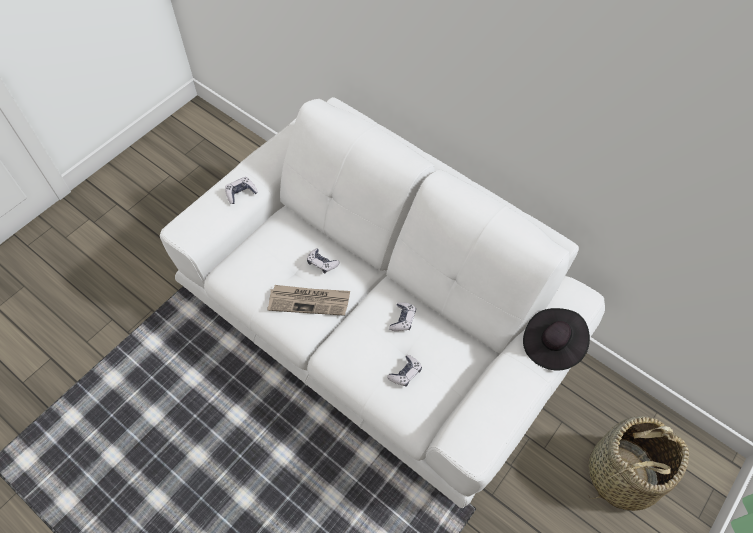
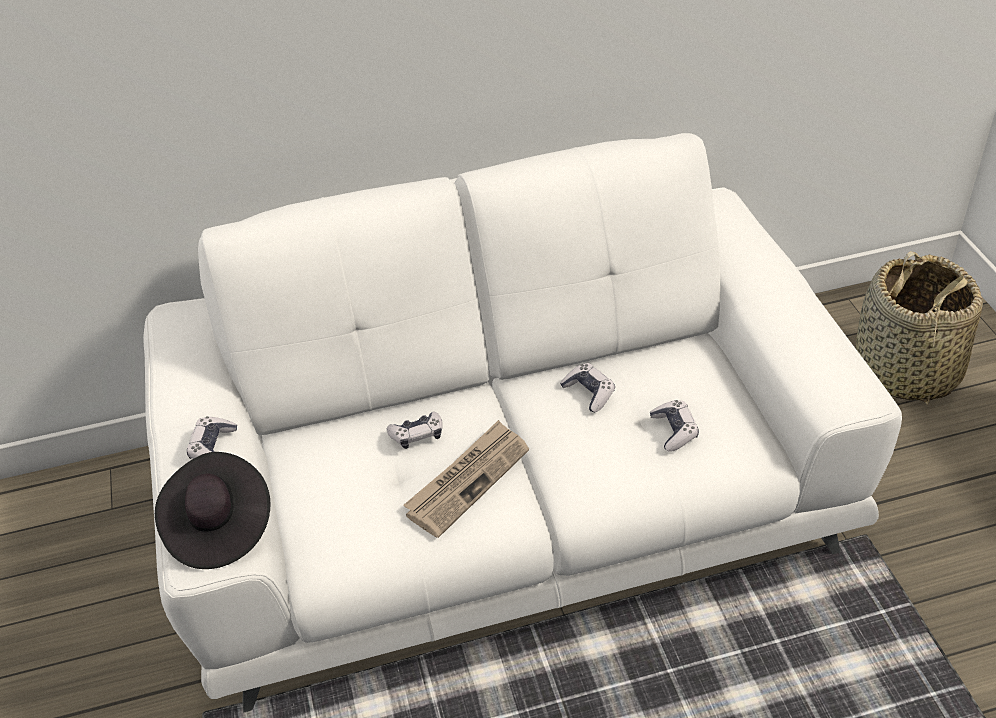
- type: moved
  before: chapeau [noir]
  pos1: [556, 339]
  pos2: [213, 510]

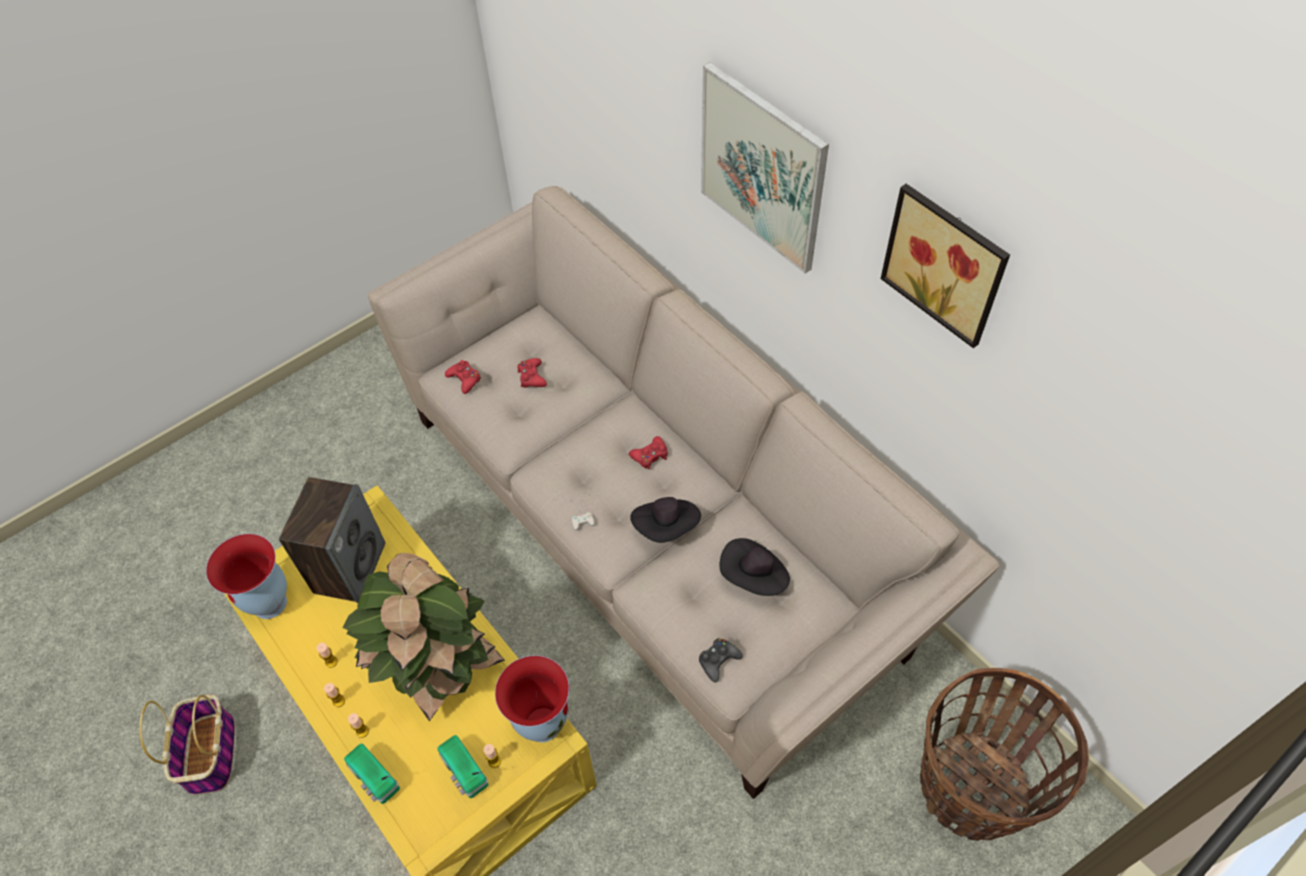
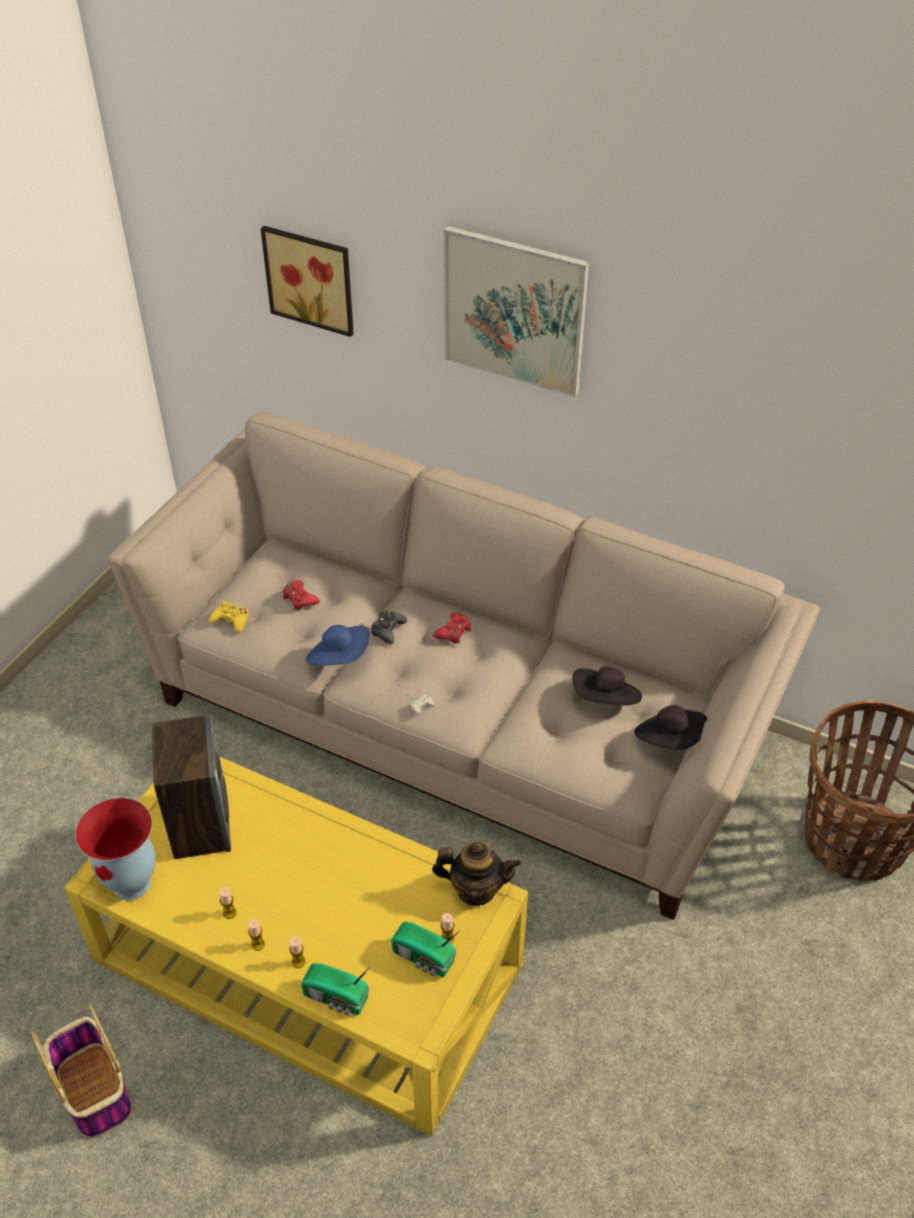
- type: recoloured
  before: manette [rouge]
  after: manette [jaune]
  pos1: [463, 377]
  pos2: [229, 617]
- type: moved
  before: tableau
  pos1: [945, 266]
  pos2: [307, 281]
- type: added
  after: chapeau [bleu]
  pos2: [338, 645]
- type: moved
  before: manette [noir]
  pos1: [721, 660]
  pos2: [389, 627]
- type: replaced
  before: vase
  after: théière
  pos1: [532, 699]
  pos2: [476, 873]
- type: moved
  before: chapeau [noir]
  pos1: [665, 520]
  pos2: [671, 727]
- type: removed
  before: plante en pot
  pos1: [423, 637]

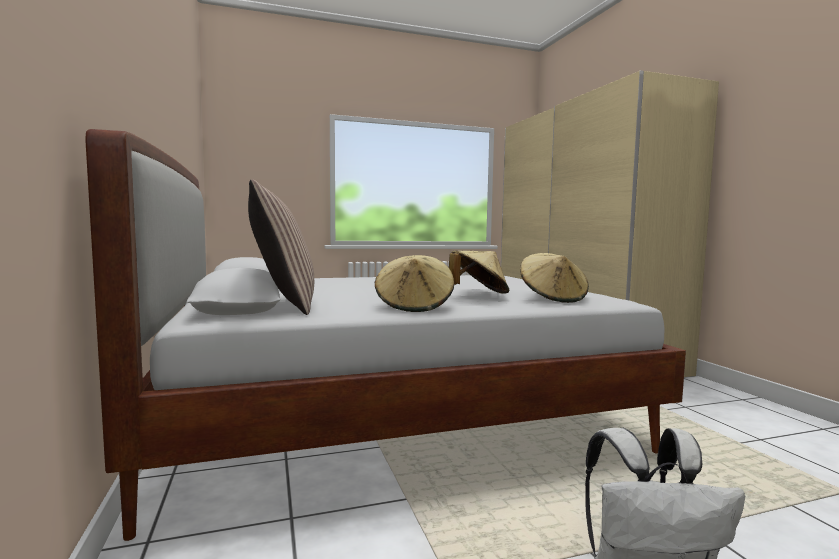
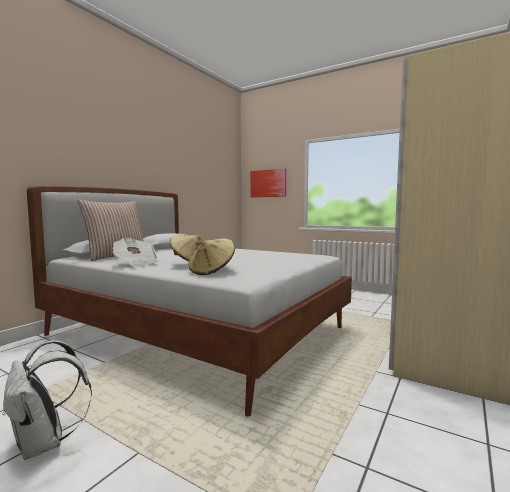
- type: replaced
  before: chapeau [beige]
  after: journal
  pos1: [414, 283]
  pos2: [135, 253]
- type: added
  after: tableau
  pos2: [268, 183]

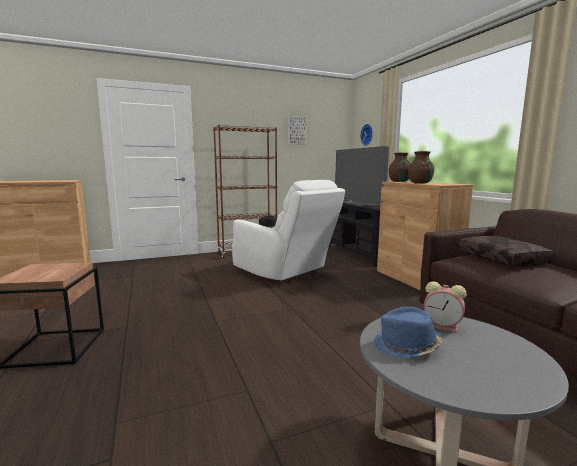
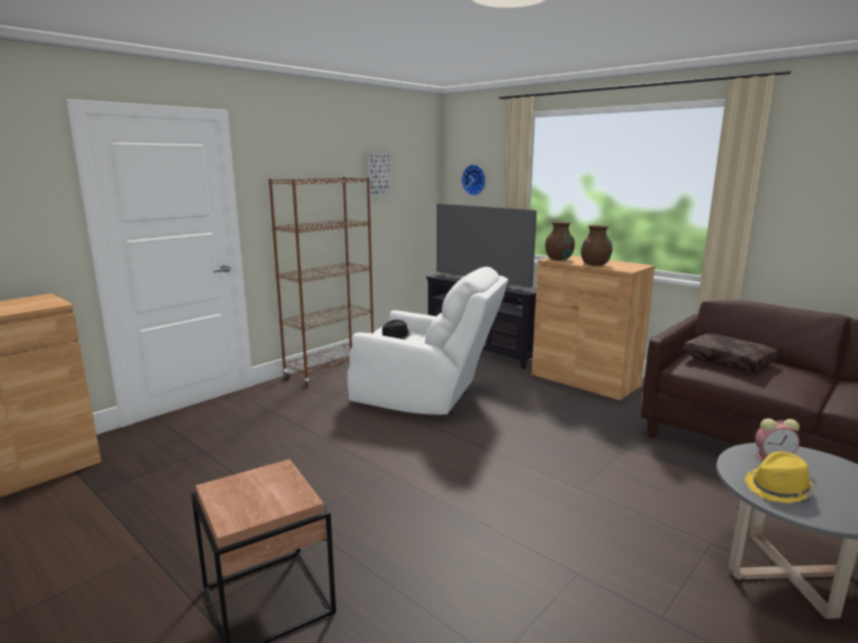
- type: recoloured
  before: chapeau [bleu]
  after: chapeau [jaune]
  pos1: [408, 332]
  pos2: [779, 477]

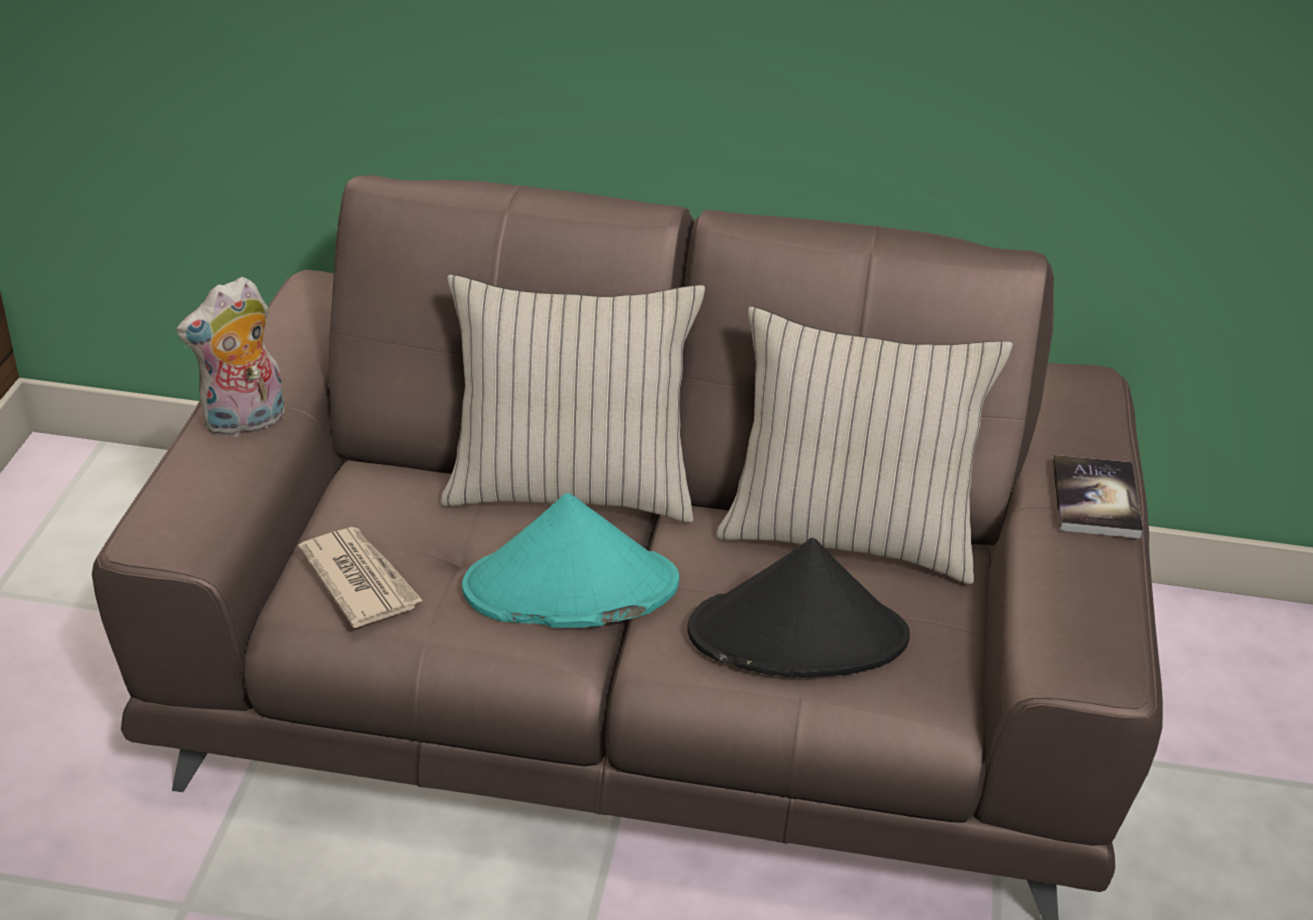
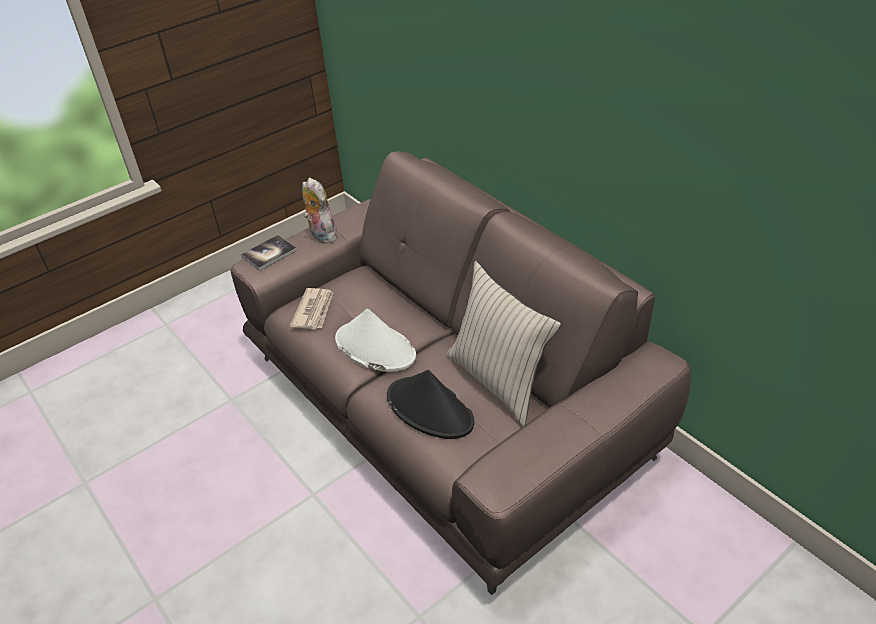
- type: moved
  before: livre
  pos1: [1098, 497]
  pos2: [269, 253]
- type: turned
  before: peluche
  pos1: [230, 357]
  pos2: [319, 211]
  turn: 45
- type: recoloured
  before: chapeau [turquoise]
  after: chapeau [blanc]
  pos1: [570, 560]
  pos2: [375, 340]
- type: removed
  before: coussin [beige]
  pos1: [573, 398]

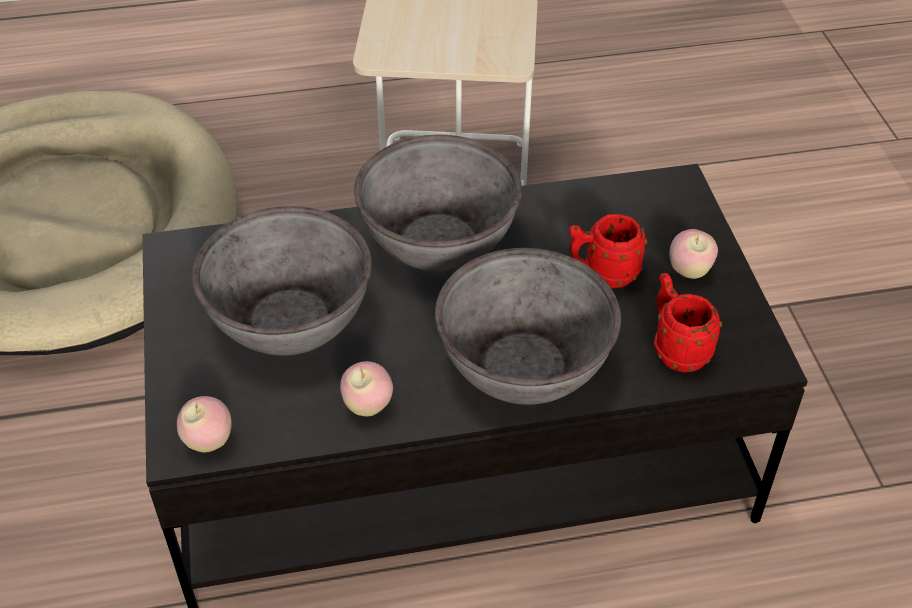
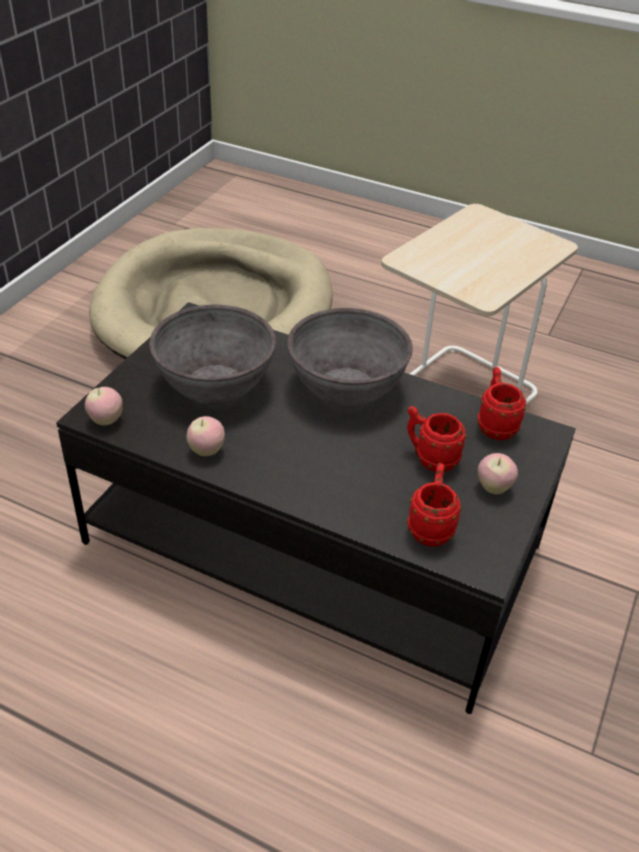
- type: added
  after: mug [rouge]
  pos2: [501, 403]
- type: removed
  before: bol [gris]
  pos1: [528, 326]

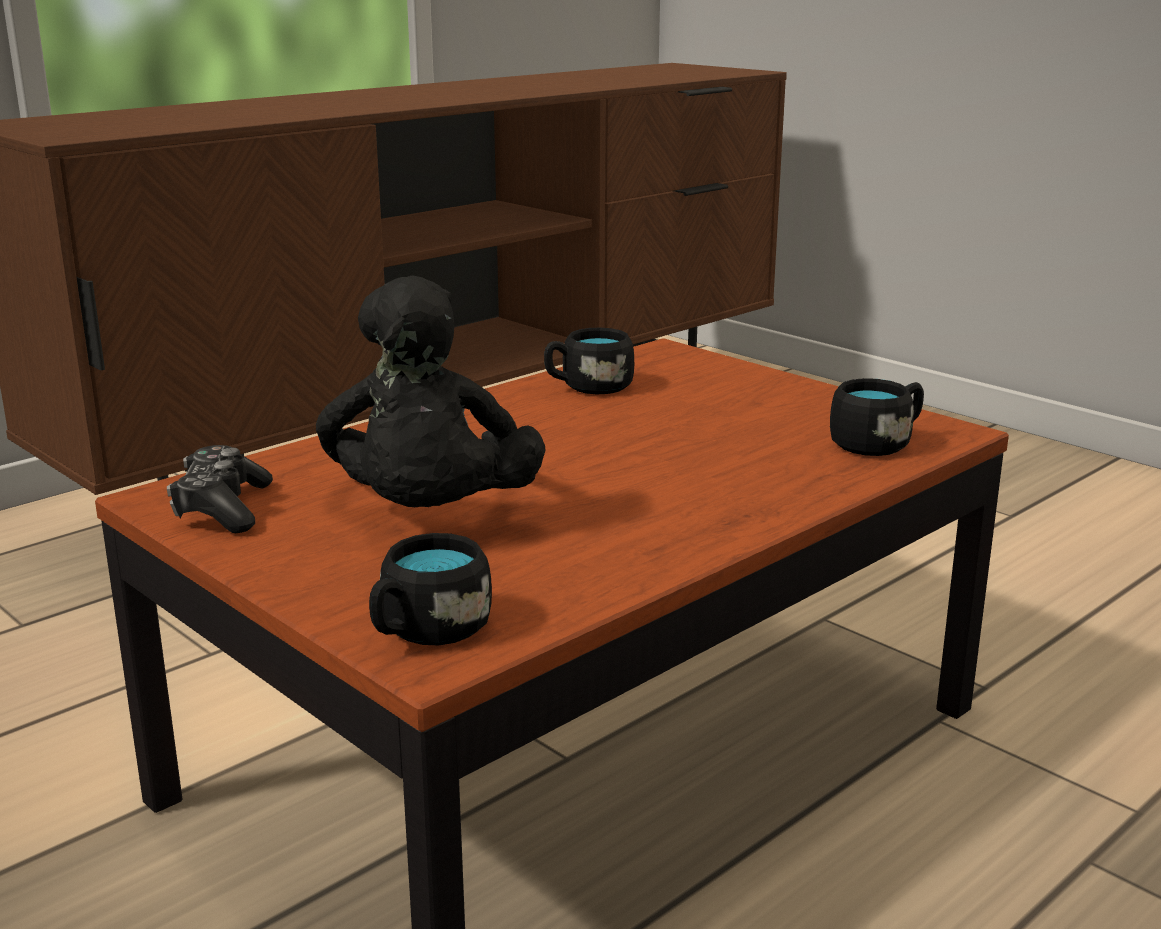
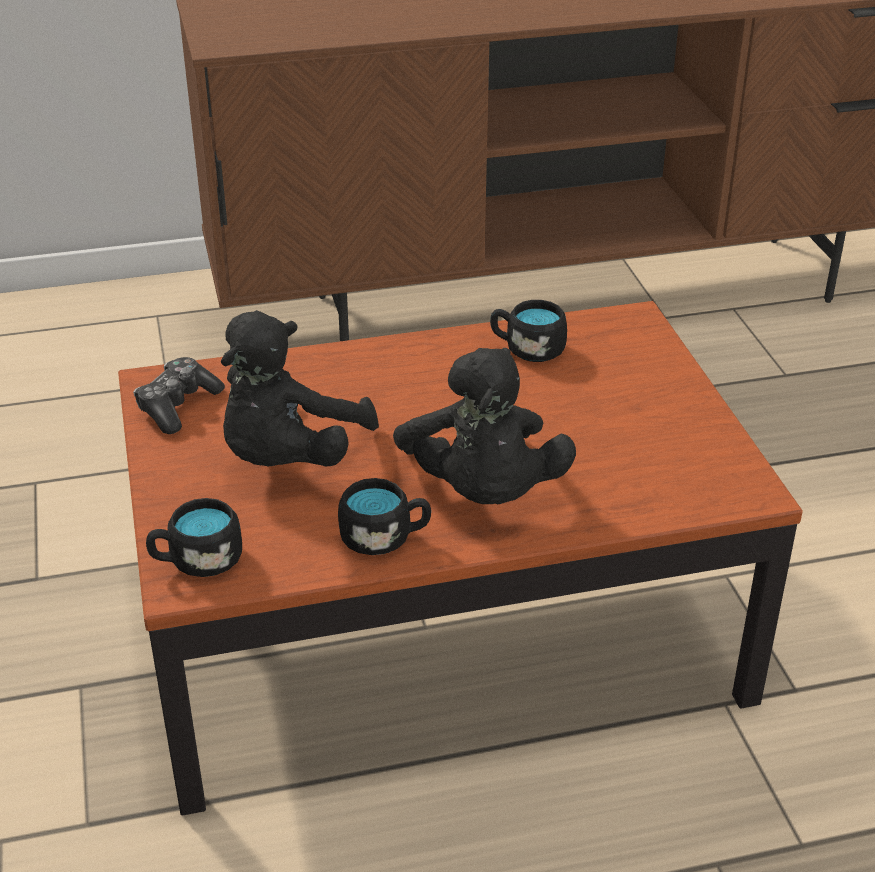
- type: moved
  before: mug [noir]
  pos1: [877, 417]
  pos2: [384, 516]
- type: added
  after: peluche [noir]
  pos2: [484, 426]

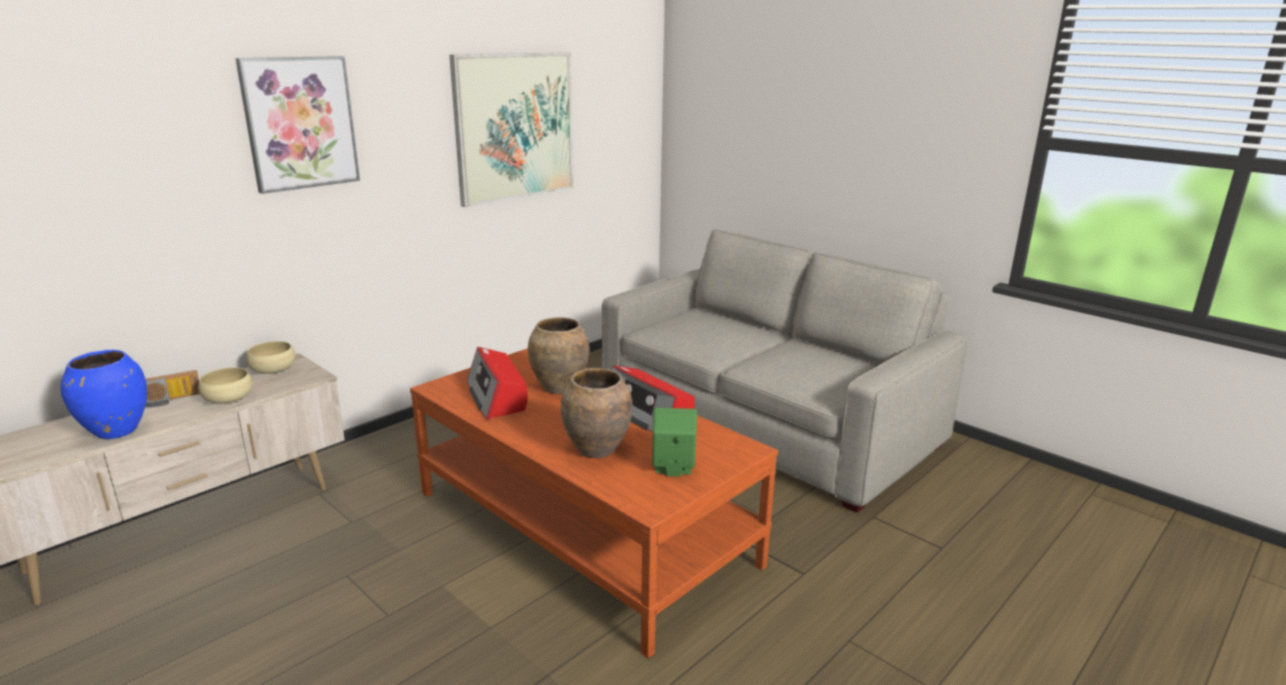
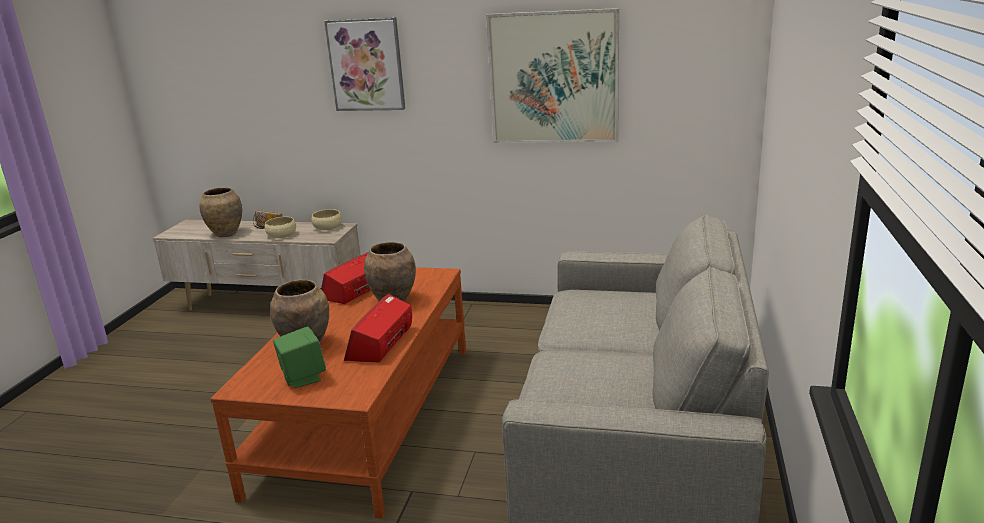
- type: recoloured
  before: vase [bleu]
  after: vase [marron]
  pos1: [104, 394]
  pos2: [221, 212]

